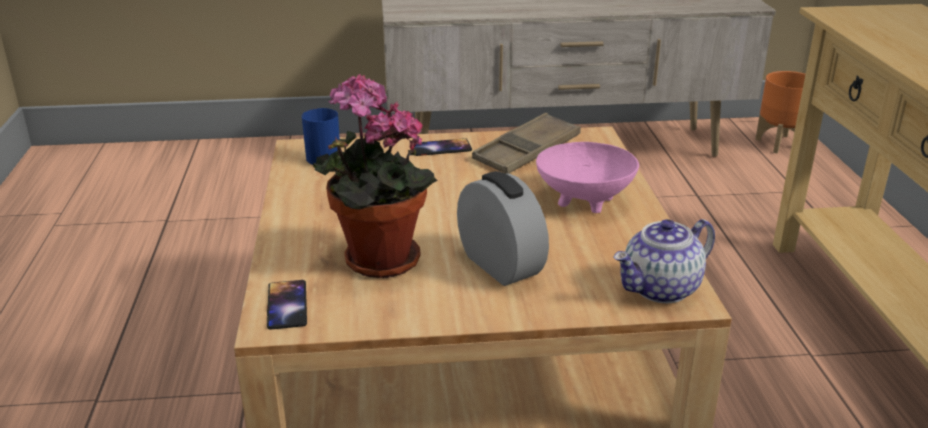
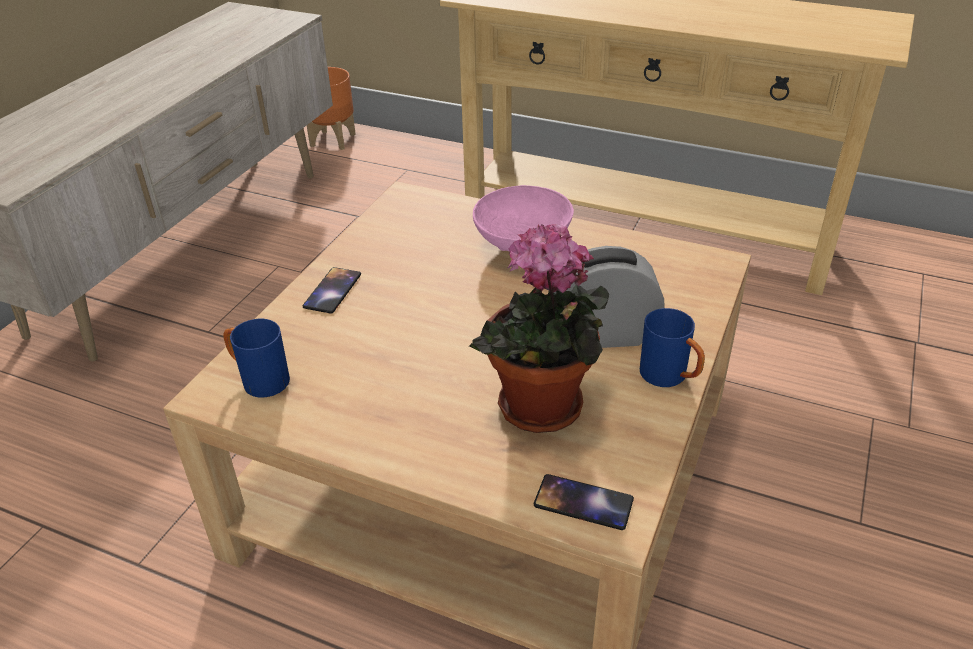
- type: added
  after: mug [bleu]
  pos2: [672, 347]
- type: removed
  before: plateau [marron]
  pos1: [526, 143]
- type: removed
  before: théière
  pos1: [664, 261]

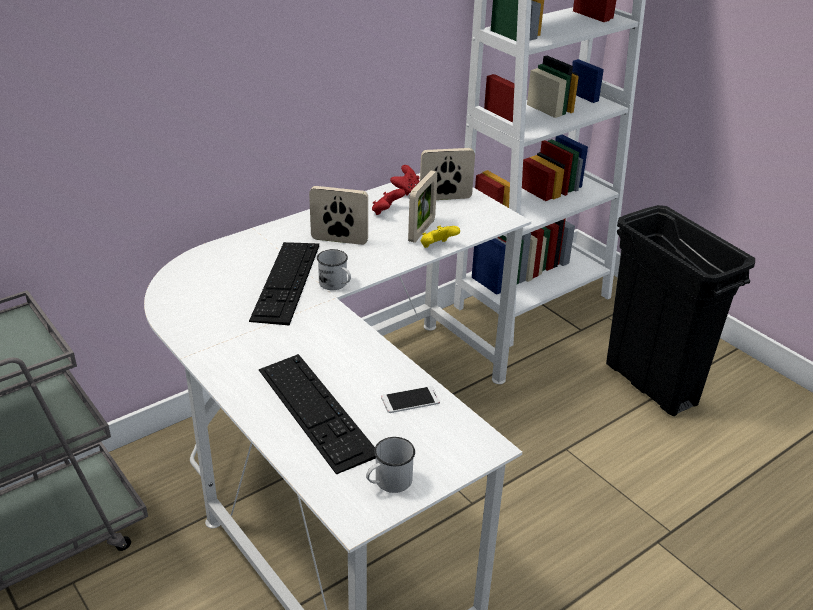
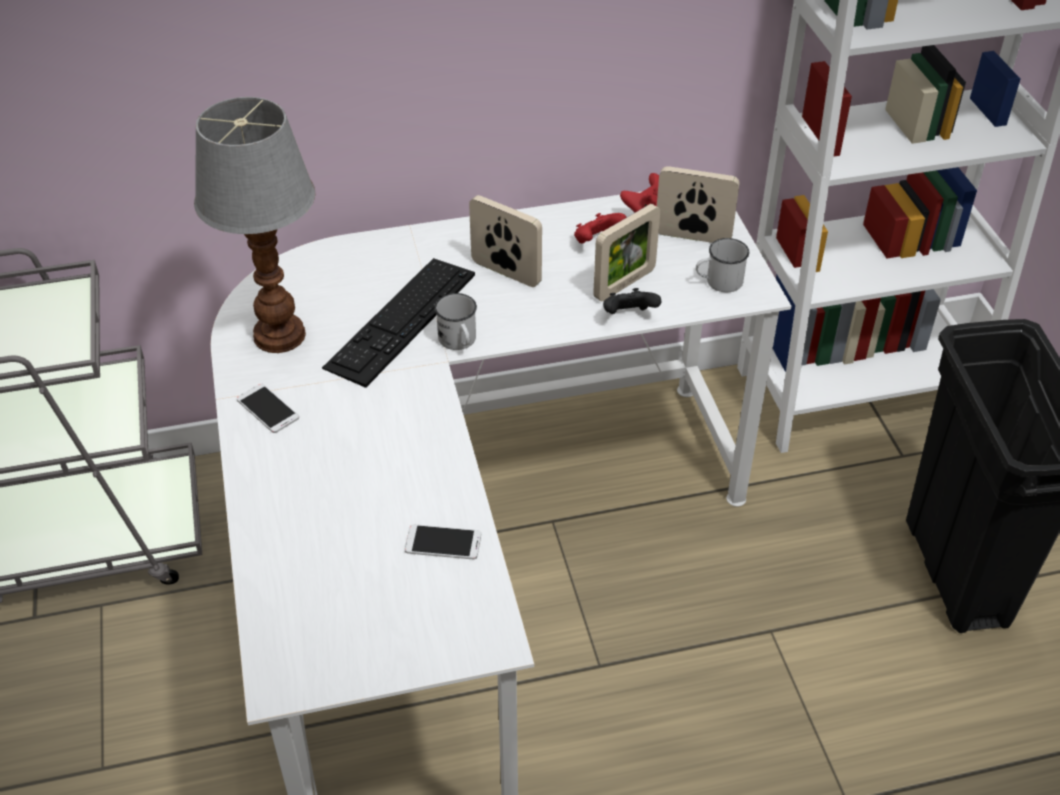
- type: added
  after: lampe de table
  pos2: [254, 225]
- type: added
  after: téléphone
  pos2: [268, 408]
- type: recoloured
  before: manette [jaune]
  after: manette [noir]
  pos1: [440, 237]
  pos2: [632, 301]
- type: moved
  before: mug [blanc]
  pos1: [390, 465]
  pos2: [722, 265]
- type: removed
  before: clavier
  pos1: [317, 414]

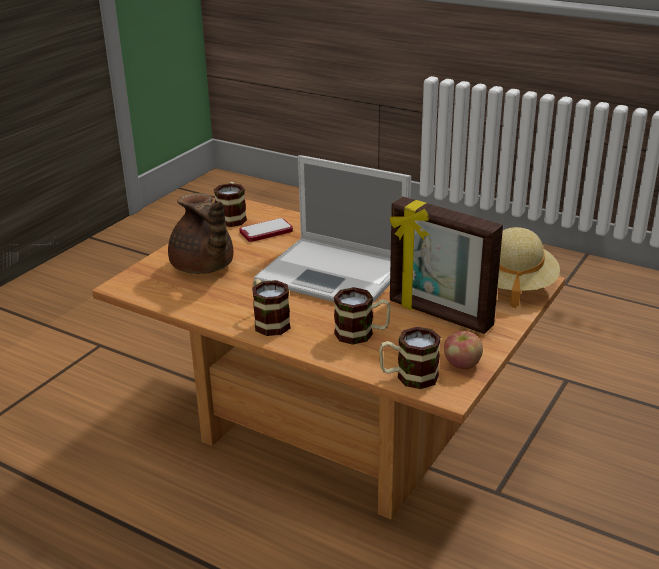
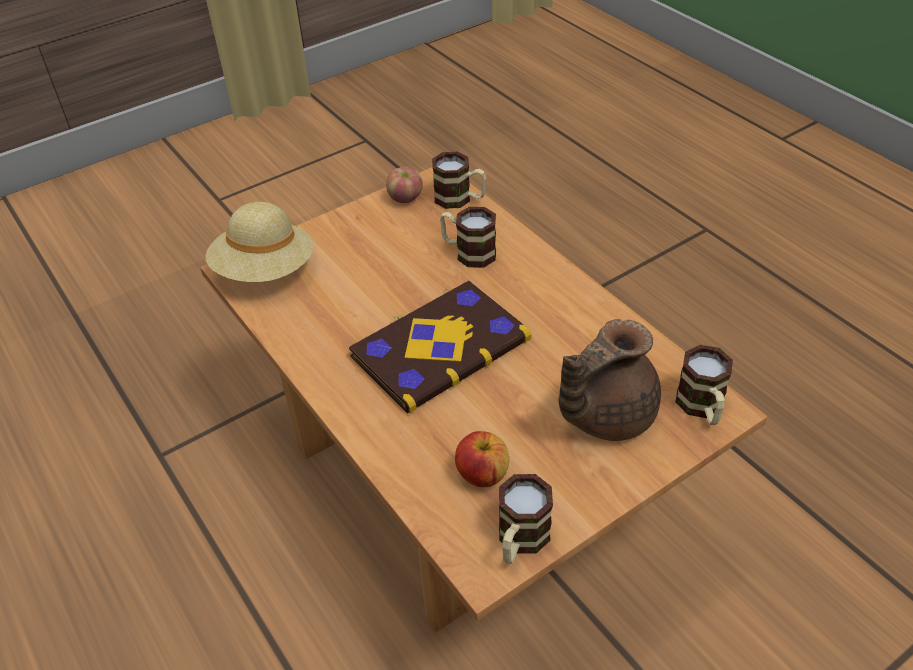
- type: replaced
  before: ordinateur portable
  after: livre
  pos1: [332, 229]
  pos2: [440, 347]
- type: replaced
  before: téléphone
  after: pomme
  pos1: [266, 230]
  pos2: [482, 459]
- type: turned
  before: théière [marron]
  pos1: [200, 233]
  pos2: [609, 380]
  turn: -120
- type: moved
  before: mug
  pos1: [271, 307]
  pos2: [704, 385]
- type: removed
  before: cadre photo
  pos1: [446, 265]

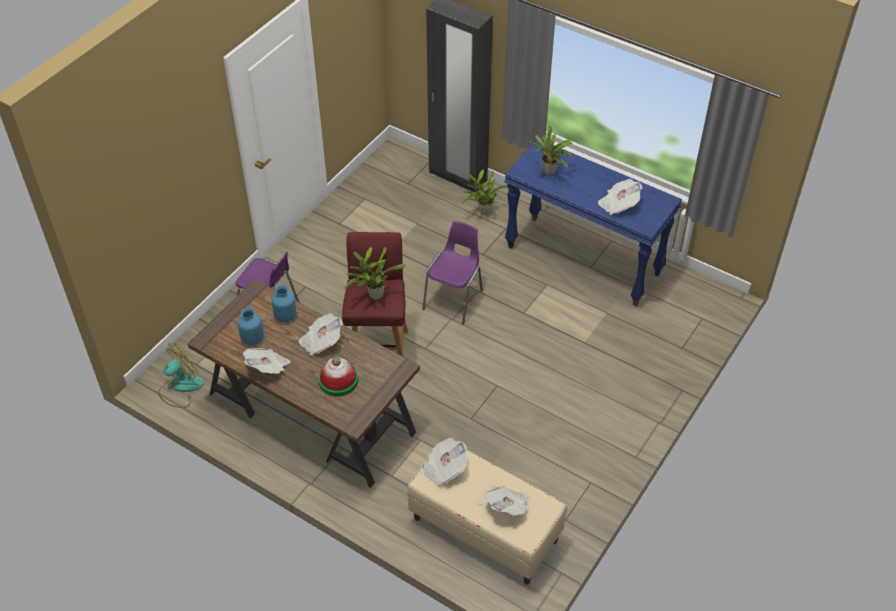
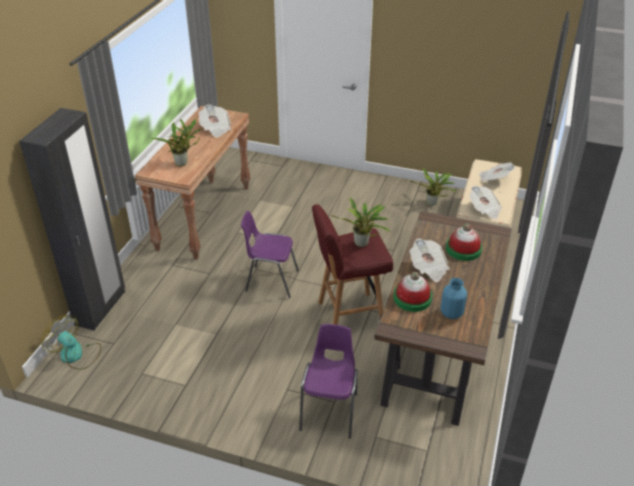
- type: moved
  before: ventilateur
  pos1: [181, 375]
  pos2: [71, 342]
- type: recoloured
  before: table console [bleu]
  after: table console [marron]
  pos1: [593, 223]
  pos2: [193, 183]
- type: replaced
  before: vase [bleu]
  after: chapeau
  pos1: [283, 304]
  pos2: [412, 292]
- type: moved
  before: plante en pot
  pos1: [485, 192]
  pos2: [433, 187]
- type: removed
  before: journal
  pos1: [267, 361]

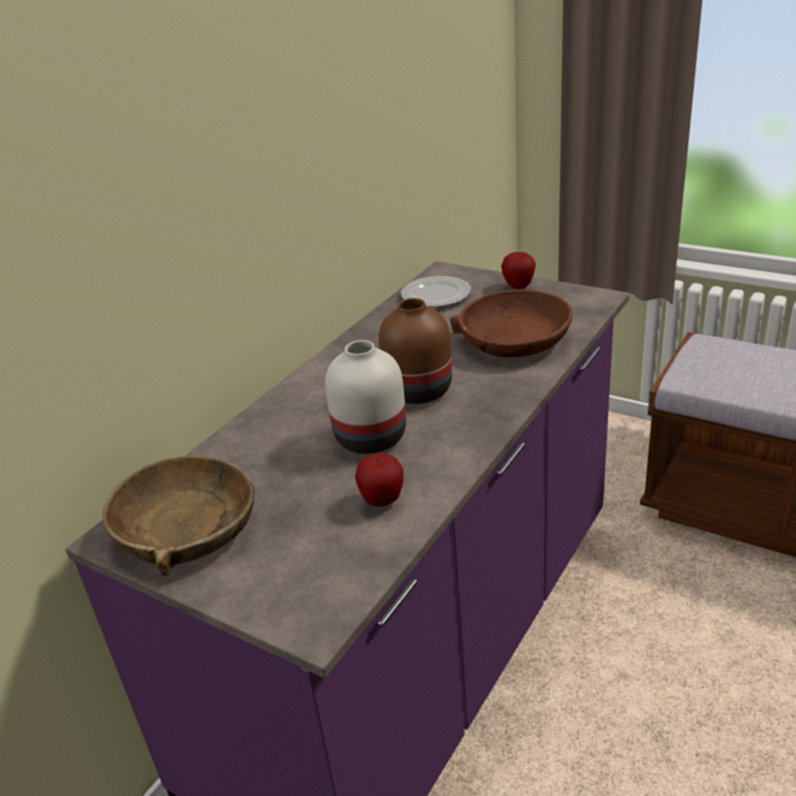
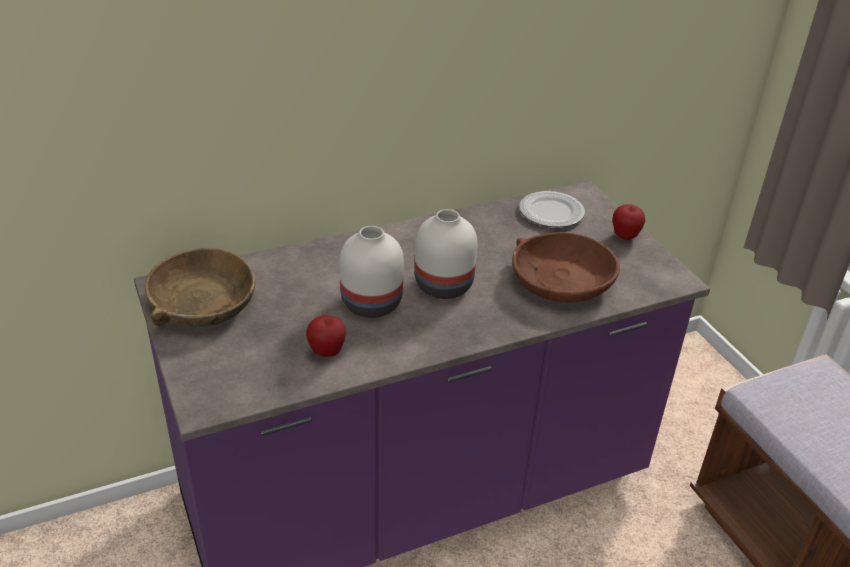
- type: recoloured
  before: vase [marron]
  after: vase [blanc]
  pos1: [415, 351]
  pos2: [446, 254]

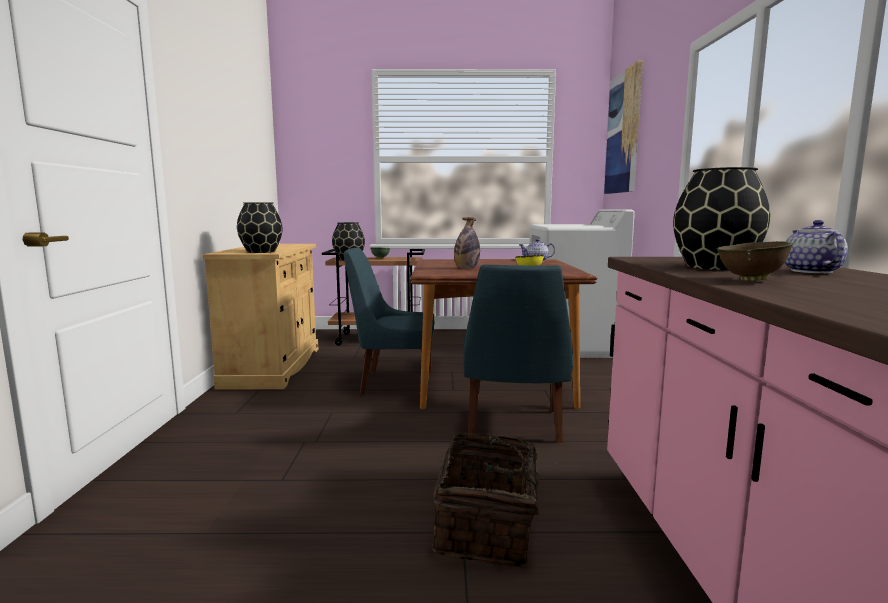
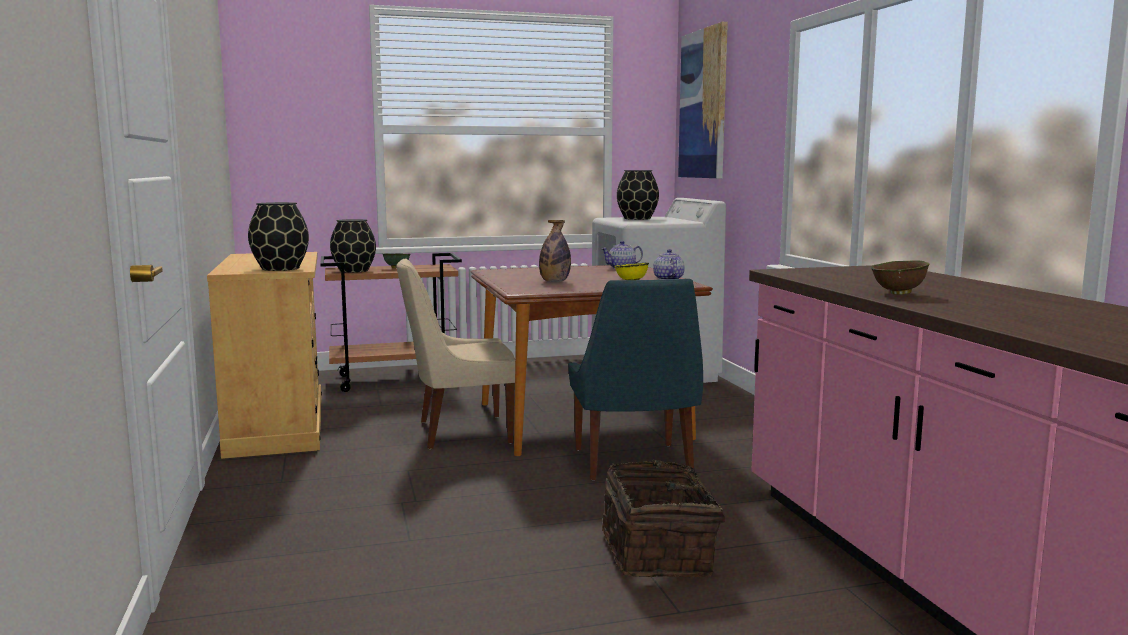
- type: recoloured
  before: chaise [bleu]
  after: chaise [beige]
  pos1: [389, 322]
  pos2: [456, 353]
- type: moved
  before: vase [noir]
  pos1: [721, 218]
  pos2: [638, 195]
- type: moved
  before: théière
  pos1: [816, 246]
  pos2: [669, 264]

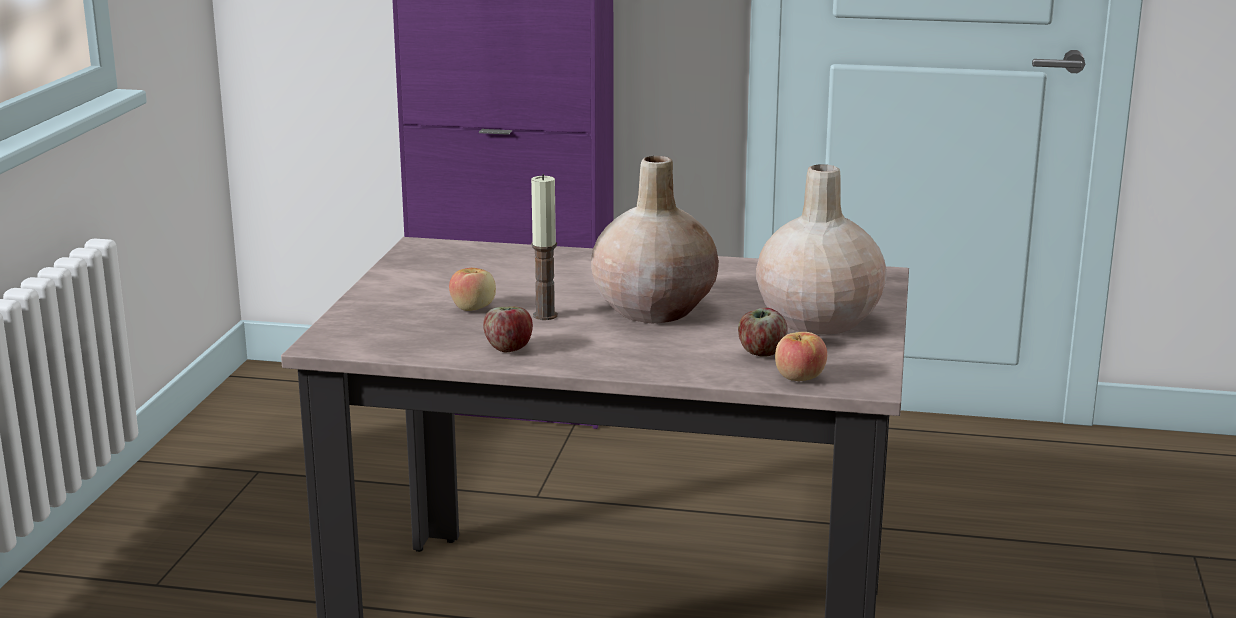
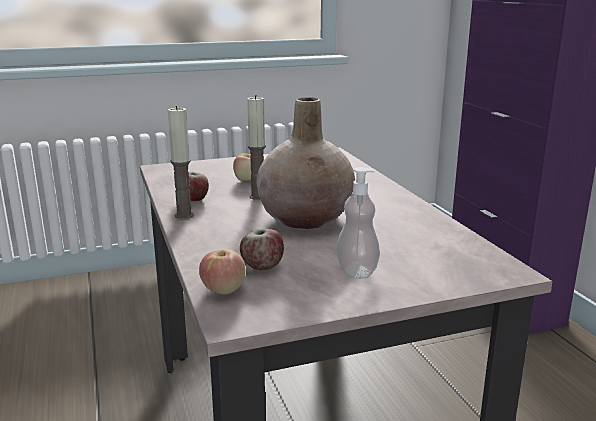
- type: added
  after: bougie
  pos2: [181, 162]
- type: replaced
  before: vase [beige]
  after: distributeur de savon
  pos1: [821, 249]
  pos2: [358, 223]

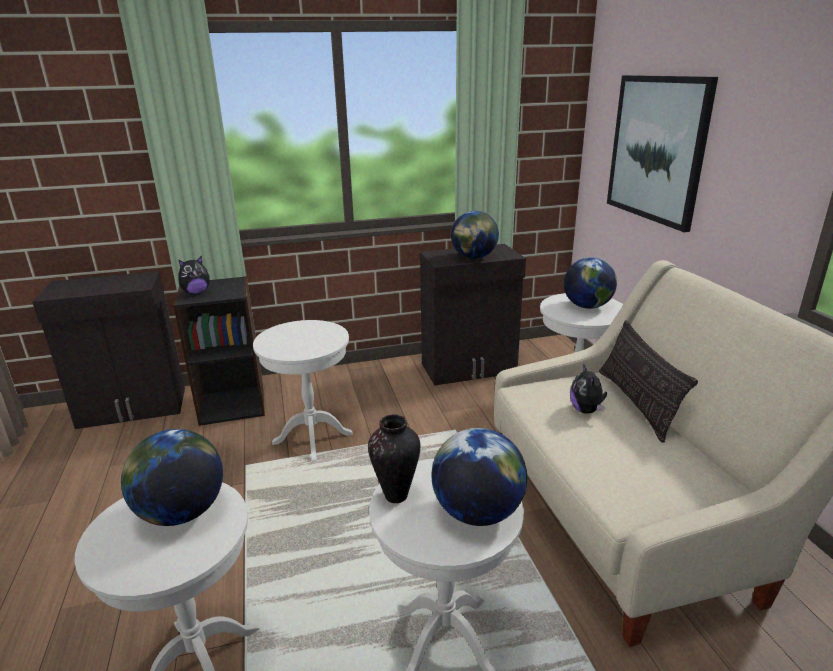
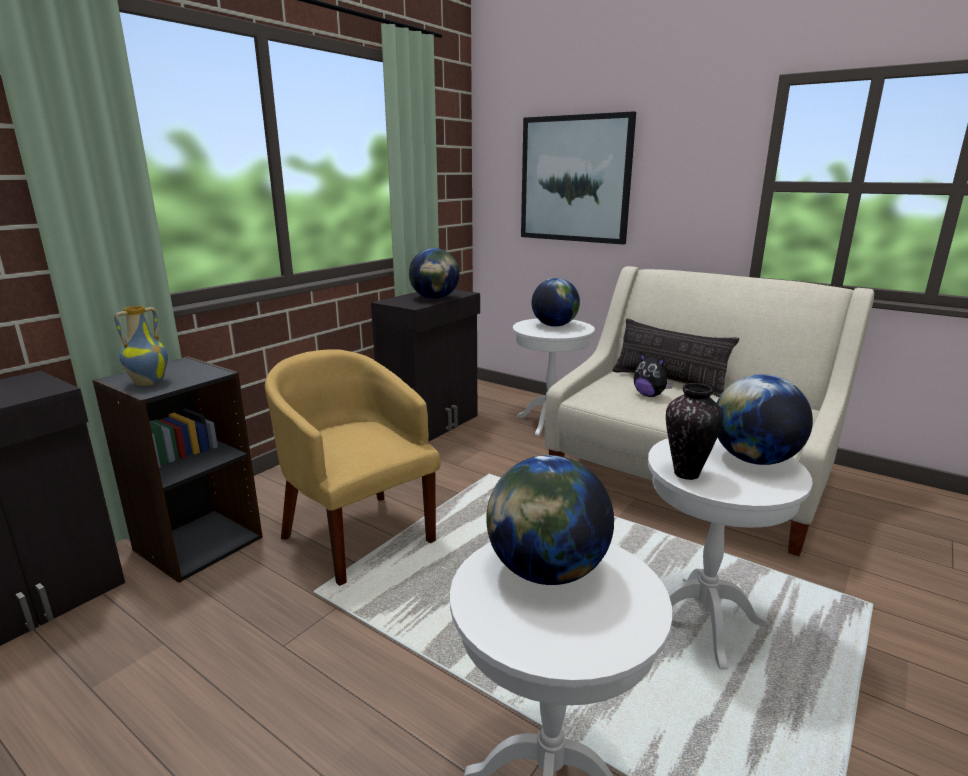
- type: replaced
  before: peluche
  after: vase
  pos1: [194, 275]
  pos2: [141, 346]
- type: replaced
  before: table d'appoint [blanc]
  after: fauteuil [jaune]
  pos1: [303, 391]
  pos2: [353, 467]

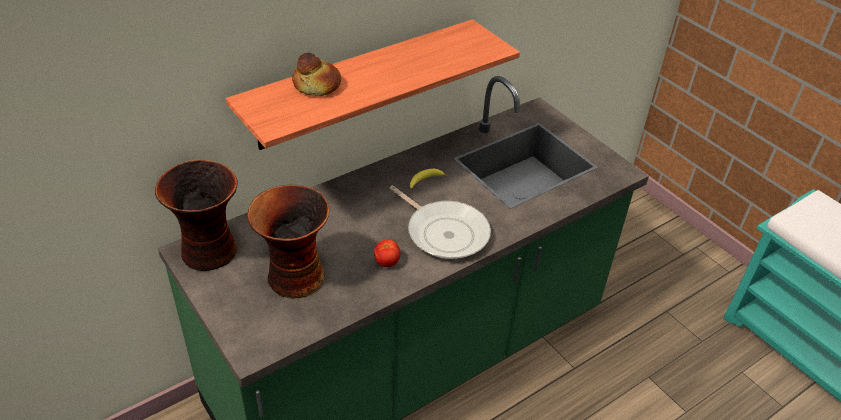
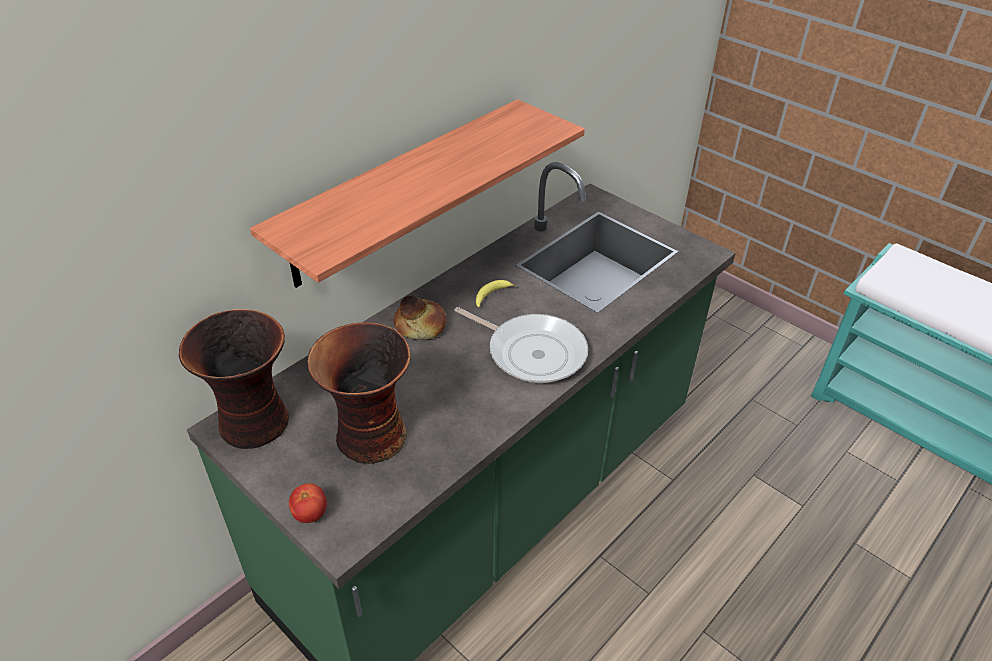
- type: moved
  before: tomate
  pos1: [387, 253]
  pos2: [308, 503]
- type: moved
  before: pain
  pos1: [316, 74]
  pos2: [420, 318]

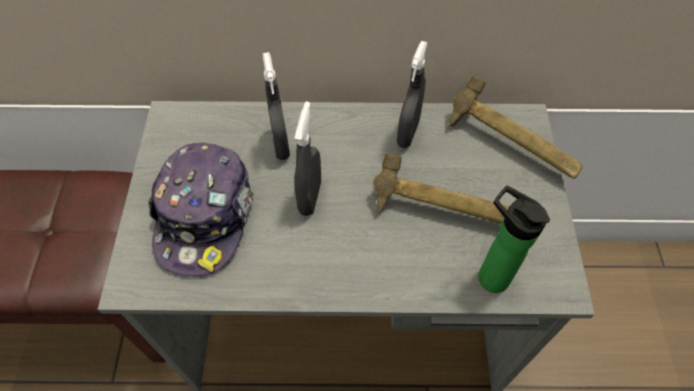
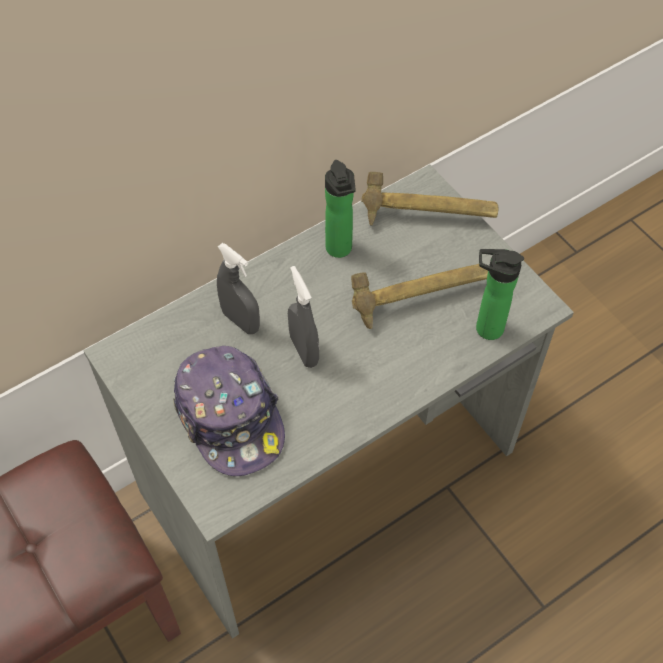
- type: replaced
  before: vaporisateur [gris]
  after: bouteille
  pos1: [412, 94]
  pos2: [340, 209]

